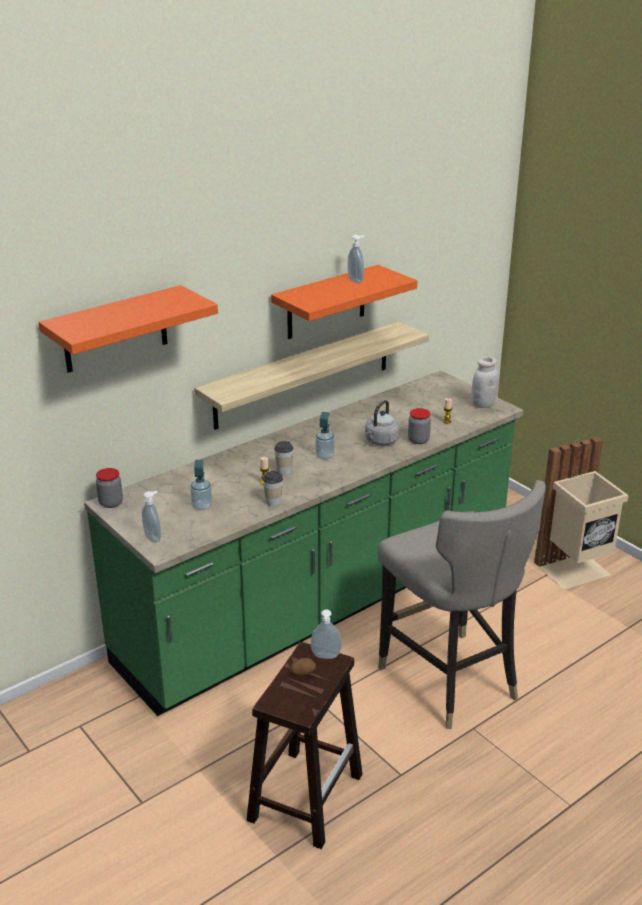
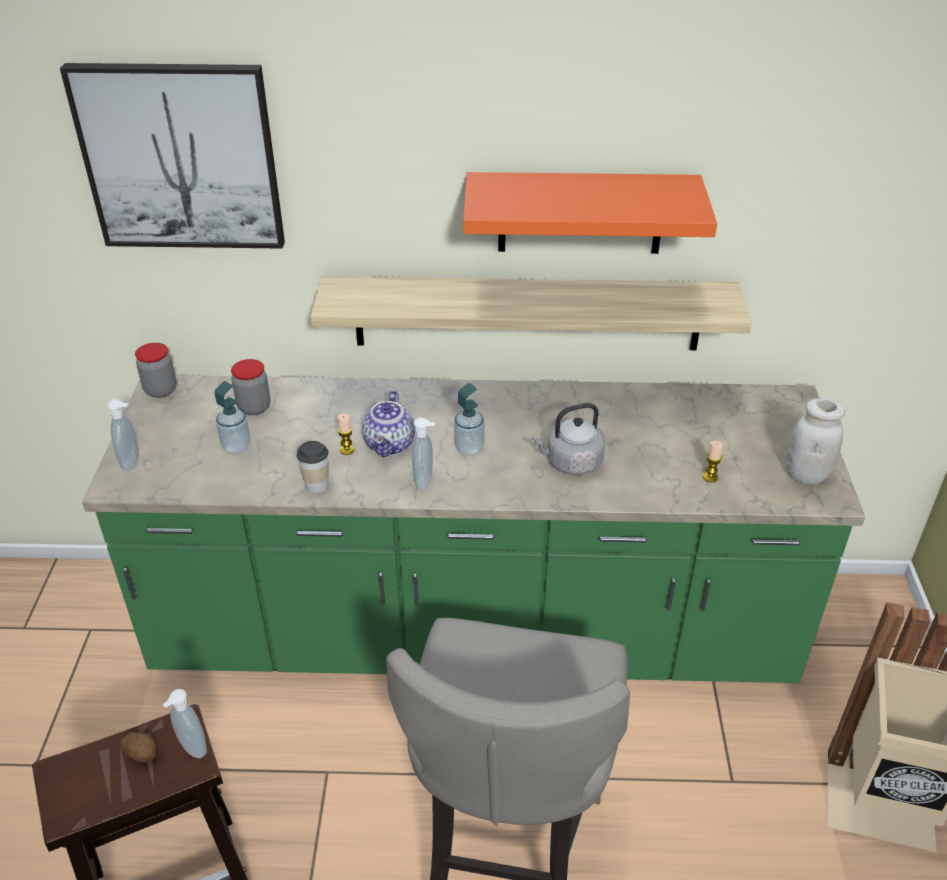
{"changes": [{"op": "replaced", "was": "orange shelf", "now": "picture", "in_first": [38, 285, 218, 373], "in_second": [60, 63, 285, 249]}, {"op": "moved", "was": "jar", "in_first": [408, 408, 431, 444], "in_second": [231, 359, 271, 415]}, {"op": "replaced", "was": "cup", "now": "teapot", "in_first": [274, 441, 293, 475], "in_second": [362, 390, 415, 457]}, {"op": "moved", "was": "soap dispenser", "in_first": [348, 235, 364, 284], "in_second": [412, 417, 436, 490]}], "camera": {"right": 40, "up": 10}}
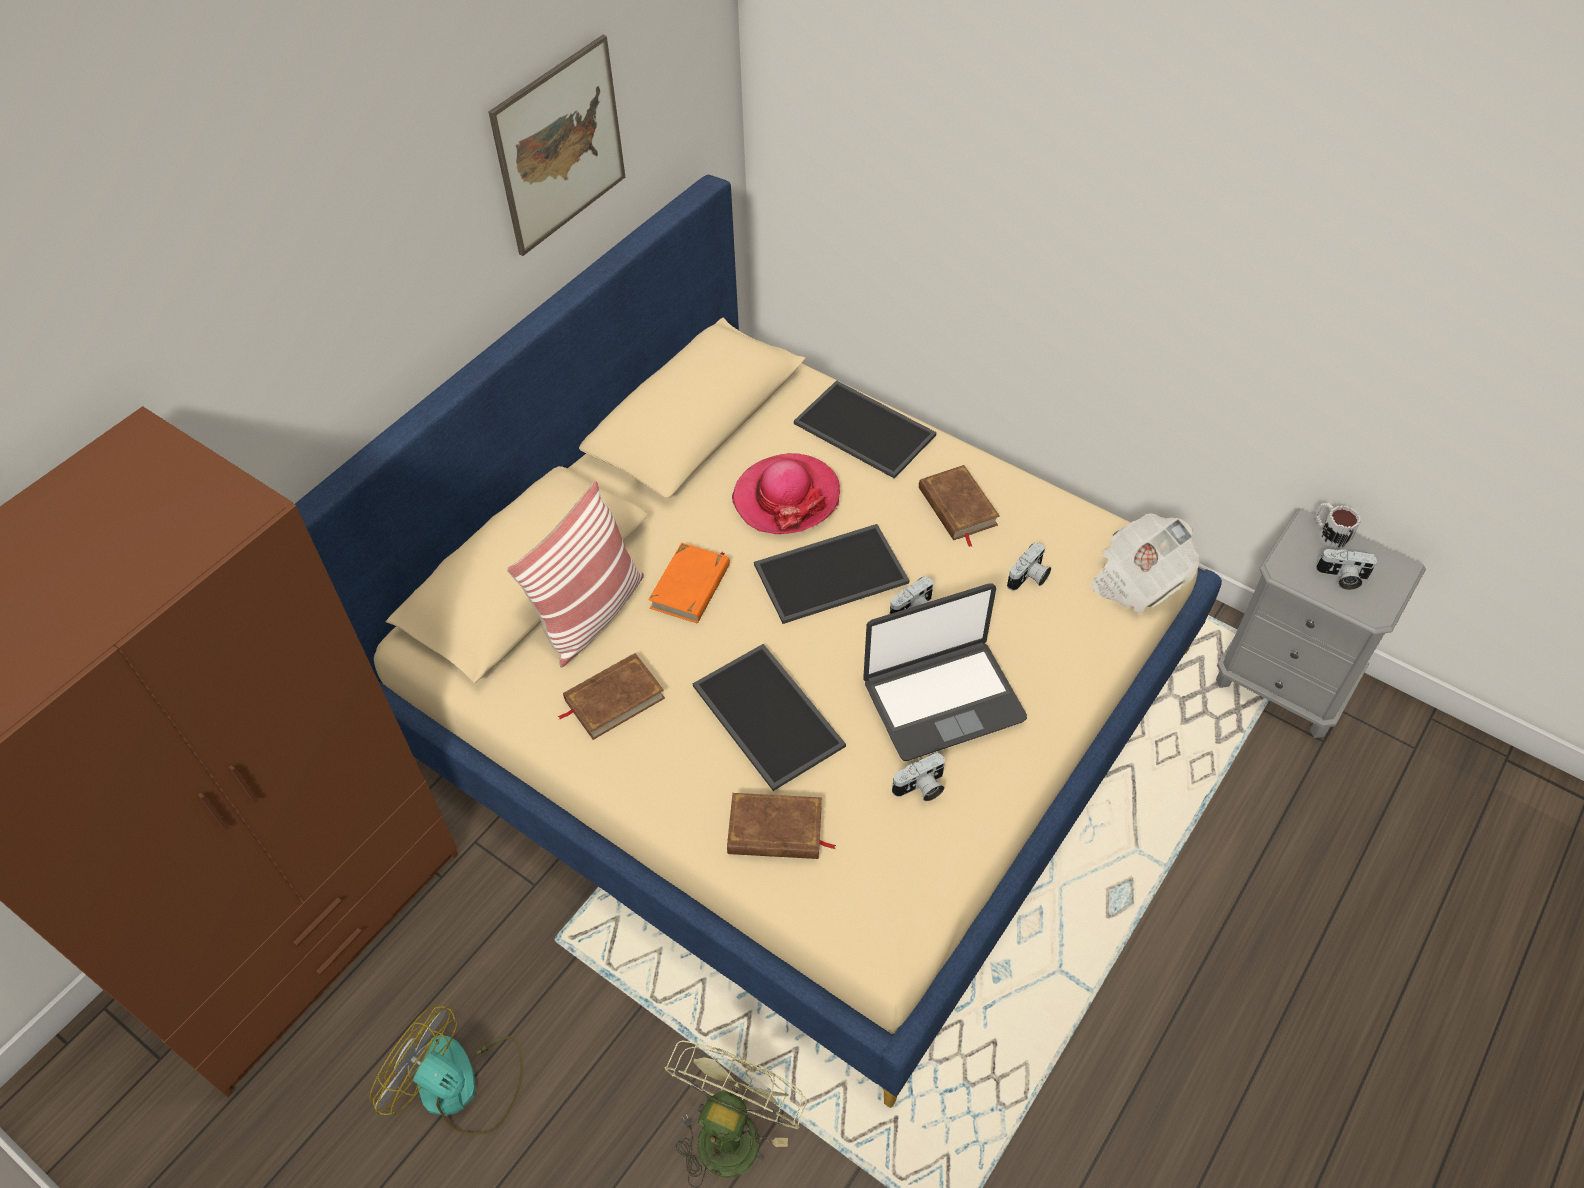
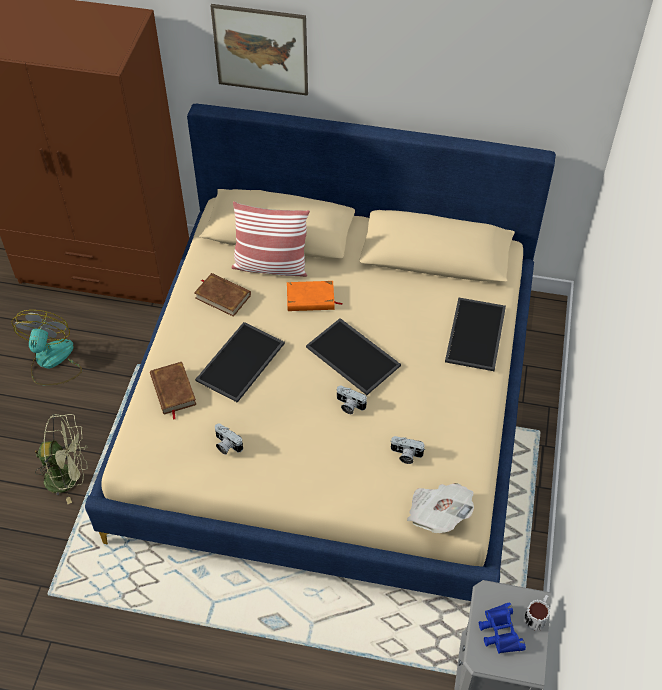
{"changes": [{"op": "moved", "was": "picture", "in_first": [488, 35, 625, 256], "in_second": [210, 4, 308, 96]}, {"op": "replaced", "was": "photo camera", "now": "blue binoculars", "in_first": [1316, 549, 1377, 590], "in_second": [479, 603, 526, 653]}, {"op": "removed", "was": "hat", "in_first": [732, 453, 840, 534]}, {"op": "removed", "was": "laptop", "in_first": [864, 583, 1027, 761]}, {"op": "removed", "was": "brown book", "in_first": [919, 465, 1000, 547]}], "camera": {"right": 65, "up": 0}}
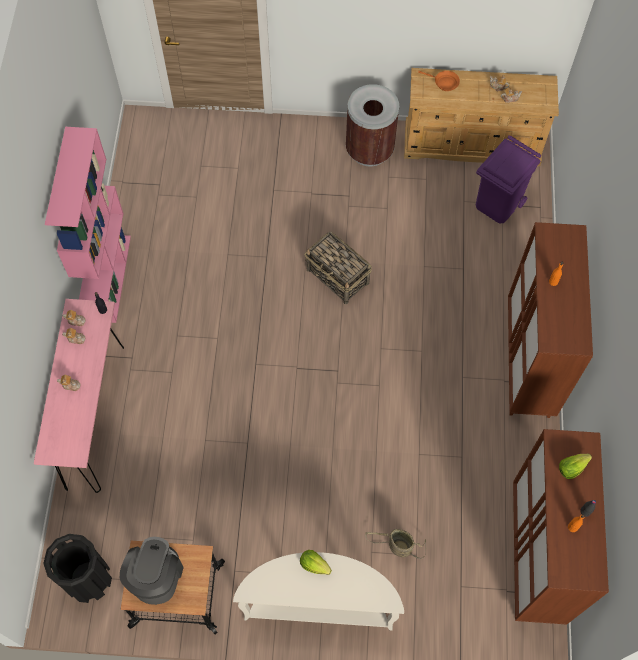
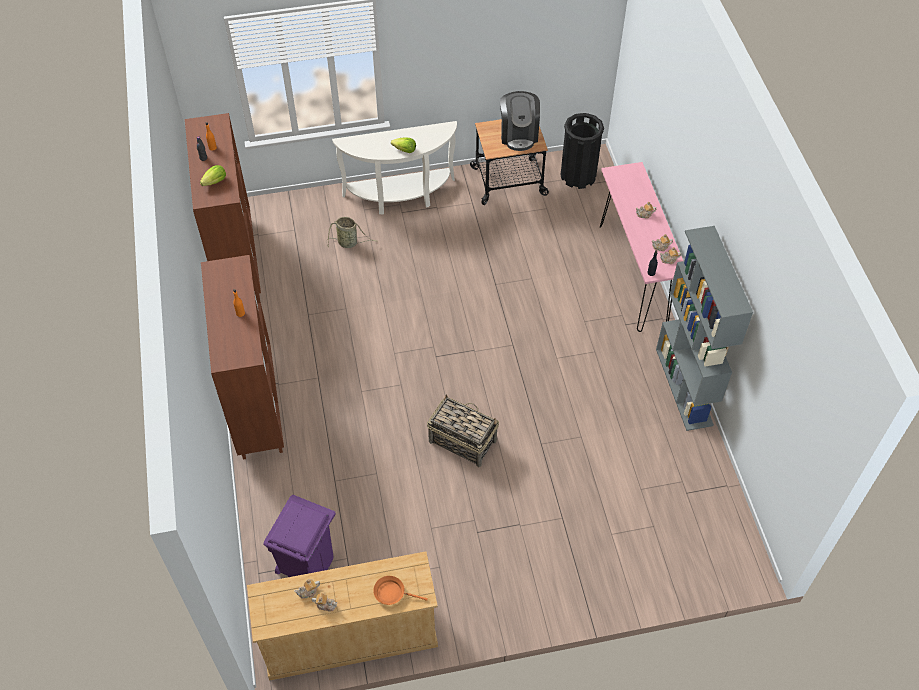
{"changes": [{"op": "recoloured", "was": "pink bookcase", "now": "grey bookcase", "in_first": [45, 127, 131, 323], "in_second": [656, 226, 753, 431]}, {"op": "removed", "was": "brown trash can", "in_first": [346, 84, 399, 166]}], "camera": {"right": 165, "up": -10}}
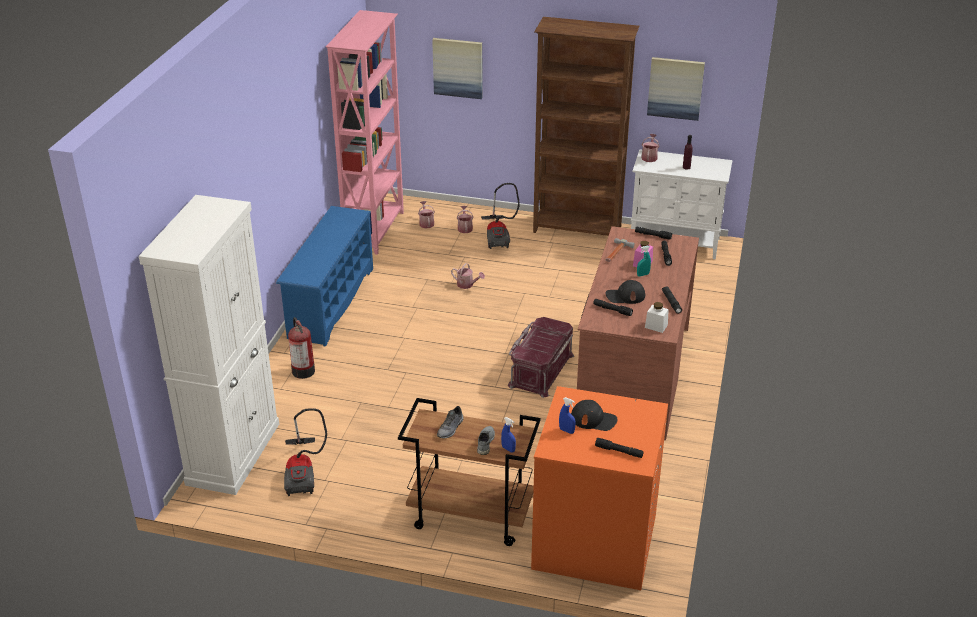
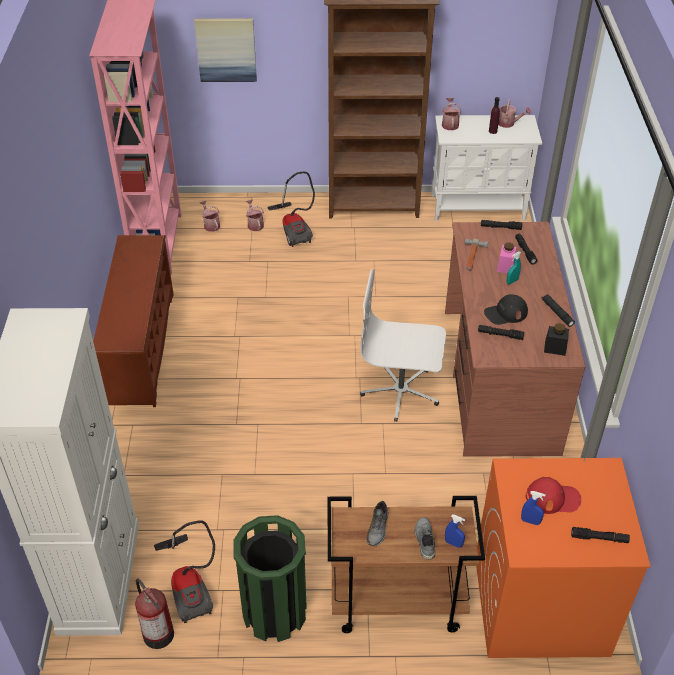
{"changes": [{"op": "recoloured", "was": "blue shoe rack", "now": "brown shoe rack", "in_first": [276, 206, 373, 347], "in_second": [93, 235, 174, 407]}, {"op": "moved", "was": "fire extinguisher", "in_first": [288, 317, 315, 379], "in_second": [135, 579, 174, 649]}, {"op": "added", "now": "green trash can", "in_second": [233, 515, 307, 642]}, {"op": "replaced", "was": "red storage box", "now": "white office chair", "in_first": [508, 317, 574, 398], "in_second": [360, 269, 446, 422]}, {"op": "moved", "was": "watering can", "in_first": [451, 263, 485, 289], "in_second": [490, 100, 531, 128]}, {"op": "recoloured", "was": "black cap", "now": "red cap", "in_first": [571, 400, 618, 431], "in_second": [526, 477, 581, 514]}, {"op": "recoloured", "was": "white jar", "now": "black jar", "in_first": [645, 302, 669, 333], "in_second": [544, 323, 569, 356]}, {"op": "removed", "was": "picture", "in_first": [647, 57, 705, 121]}], "camera": {"right": -15, "up": 10}}
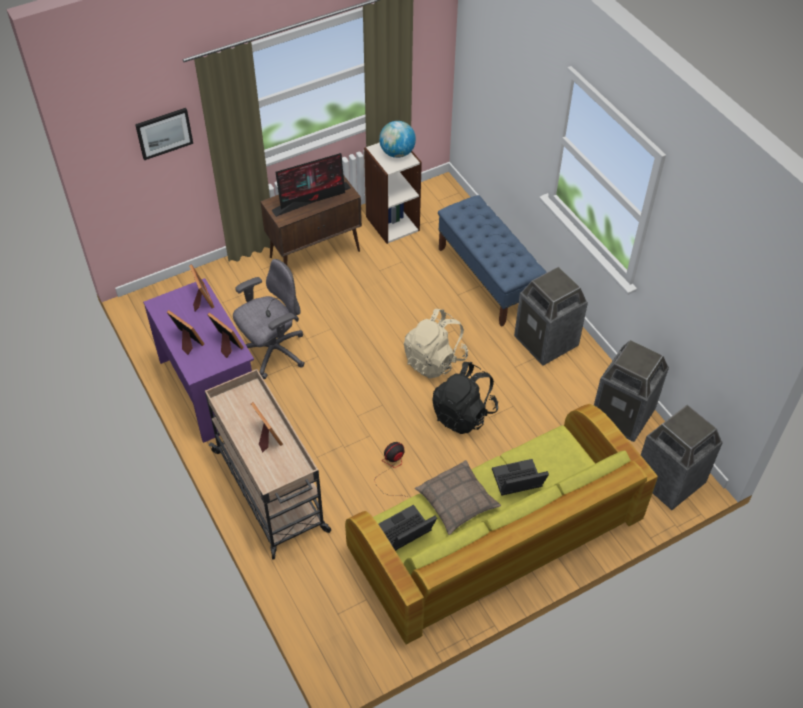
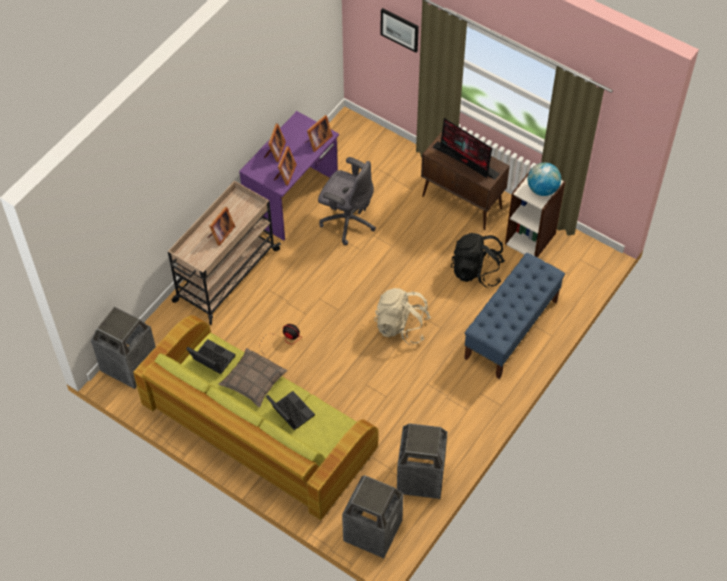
{"changes": [{"op": "moved", "was": "trash can", "in_first": [514, 267, 588, 366], "in_second": [91, 306, 156, 389]}, {"op": "moved", "was": "black backpack", "in_first": [432, 362, 498, 434], "in_second": [451, 233, 505, 288]}], "camera": {"right": 65, "up": 5}}
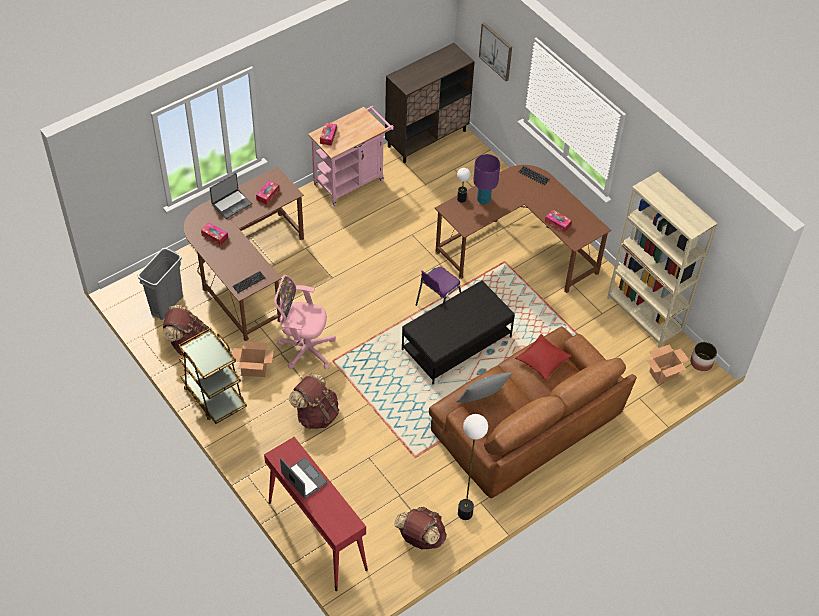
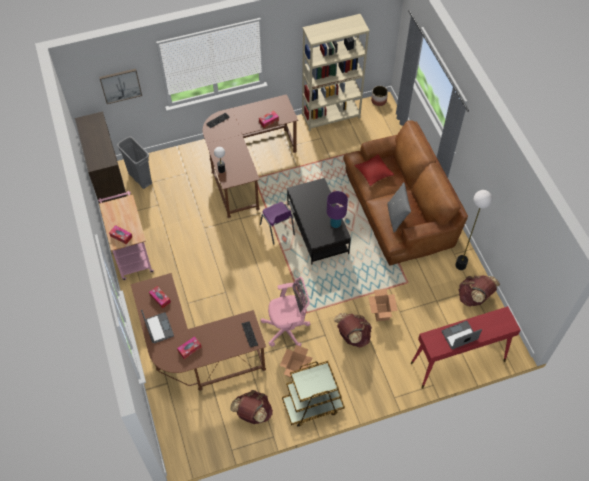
{"changes": [{"op": "moved", "was": "grey trash can", "in_first": [138, 248, 183, 320], "in_second": [117, 136, 152, 189]}, {"op": "turned", "was": "pink office chair", "in_first": [274, 275, 336, 370], "in_second": [261, 277, 310, 347], "clockwise": -135}, {"op": "moved", "was": "purple table lamp", "in_first": [473, 154, 500, 204], "in_second": [327, 191, 348, 228]}, {"op": "moved", "was": "cardboard box", "in_first": [647, 345, 689, 384], "in_second": [369, 289, 398, 321]}], "camera": {"right": -70, "up": 5}}
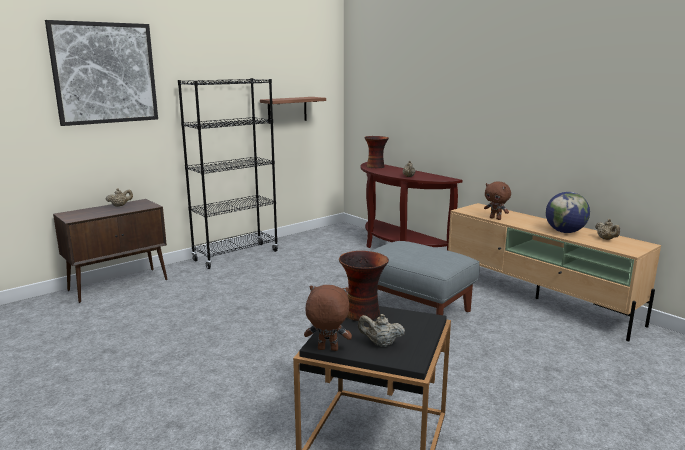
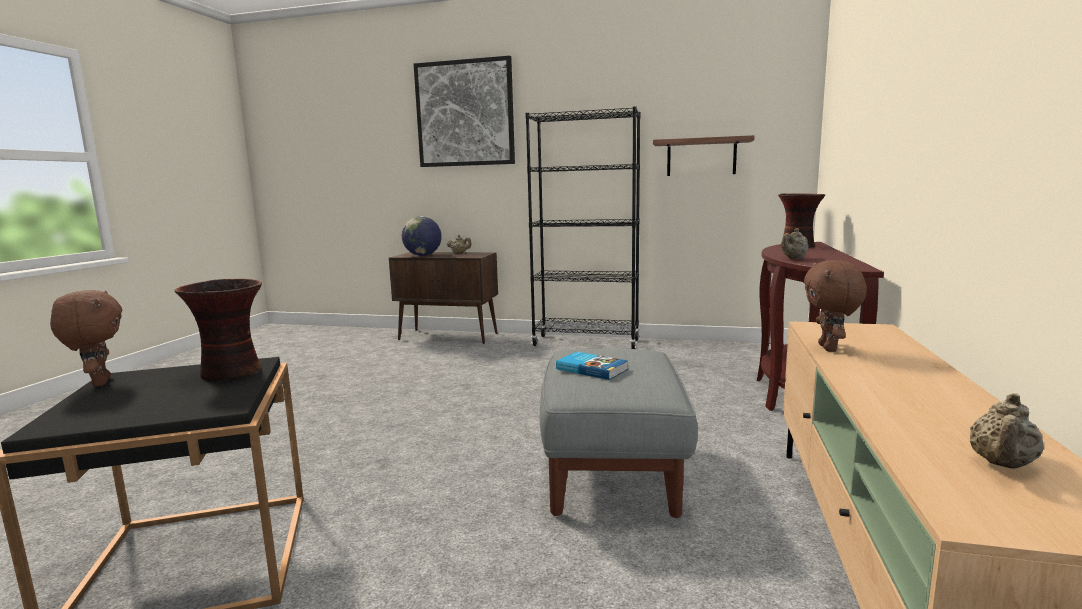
{"changes": [{"op": "moved", "was": "globe", "in_first": [546, 192, 590, 233], "in_second": [402, 216, 442, 256]}, {"op": "added", "now": "book", "in_second": [556, 351, 628, 380]}, {"op": "removed", "was": "beige teapot", "in_first": [358, 314, 405, 347]}], "camera": {"right": 55, "up": -5}}
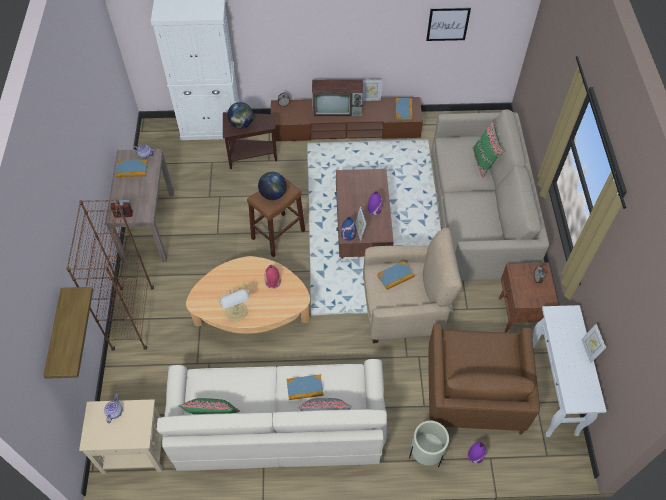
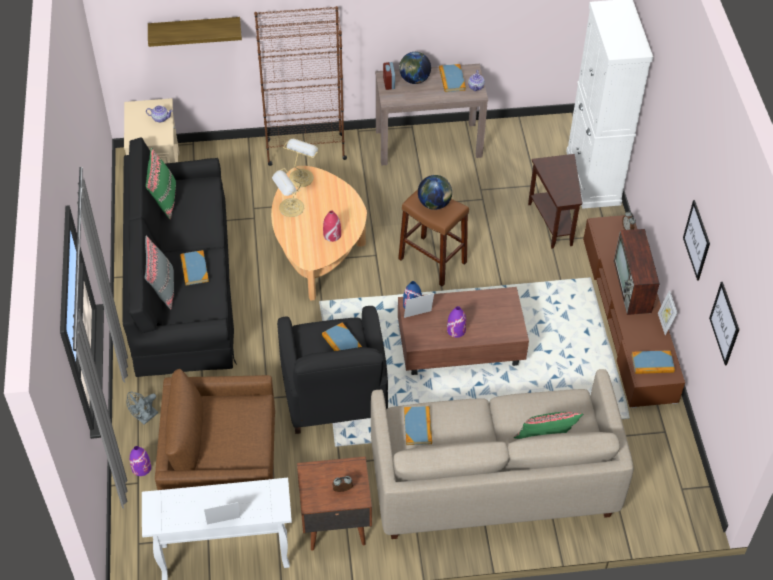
{"changes": [{"op": "recoloured", "was": "beige sofa", "now": "black sofa", "in_first": [157, 359, 387, 471], "in_second": [123, 137, 237, 377]}, {"op": "replaced", "was": "beige planter", "now": "grey fan", "in_first": [409, 421, 449, 467], "in_second": [126, 392, 158, 425]}, {"op": "recoloured", "was": "beige armchair", "now": "black armchair", "in_first": [363, 228, 462, 343], "in_second": [277, 306, 388, 434]}, {"op": "added", "now": "table lamp", "in_second": [283, 139, 318, 187]}, {"op": "moved", "was": "globe", "in_first": [227, 102, 253, 128], "in_second": [399, 52, 431, 84]}, {"op": "added", "now": "book", "in_second": [404, 406, 432, 445]}, {"op": "added", "now": "picture", "in_second": [683, 200, 710, 281]}], "camera": {"right": 85, "up": -5}}
